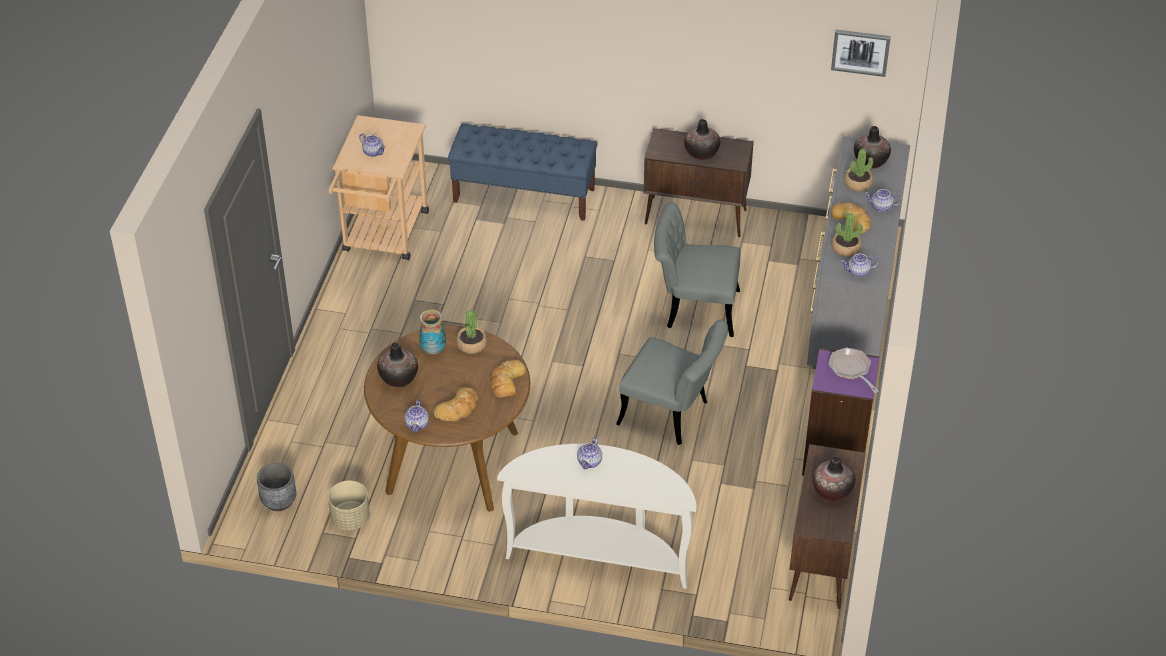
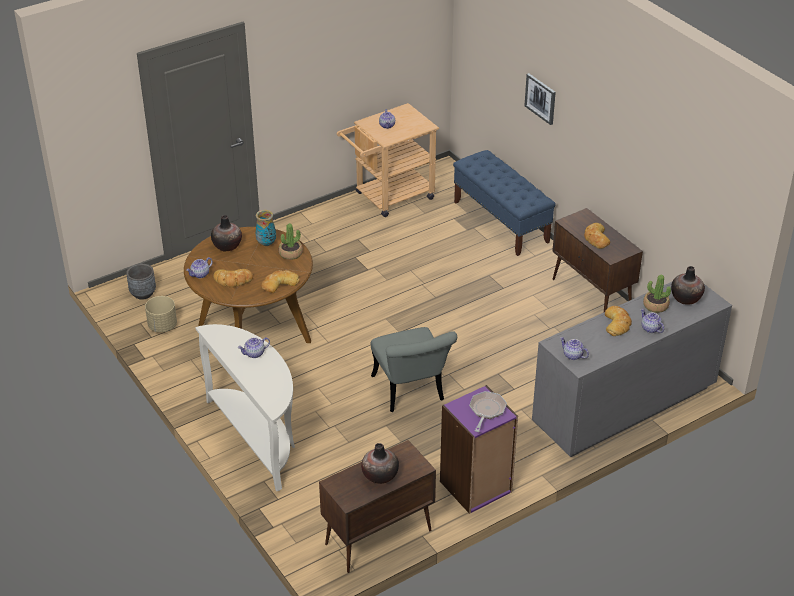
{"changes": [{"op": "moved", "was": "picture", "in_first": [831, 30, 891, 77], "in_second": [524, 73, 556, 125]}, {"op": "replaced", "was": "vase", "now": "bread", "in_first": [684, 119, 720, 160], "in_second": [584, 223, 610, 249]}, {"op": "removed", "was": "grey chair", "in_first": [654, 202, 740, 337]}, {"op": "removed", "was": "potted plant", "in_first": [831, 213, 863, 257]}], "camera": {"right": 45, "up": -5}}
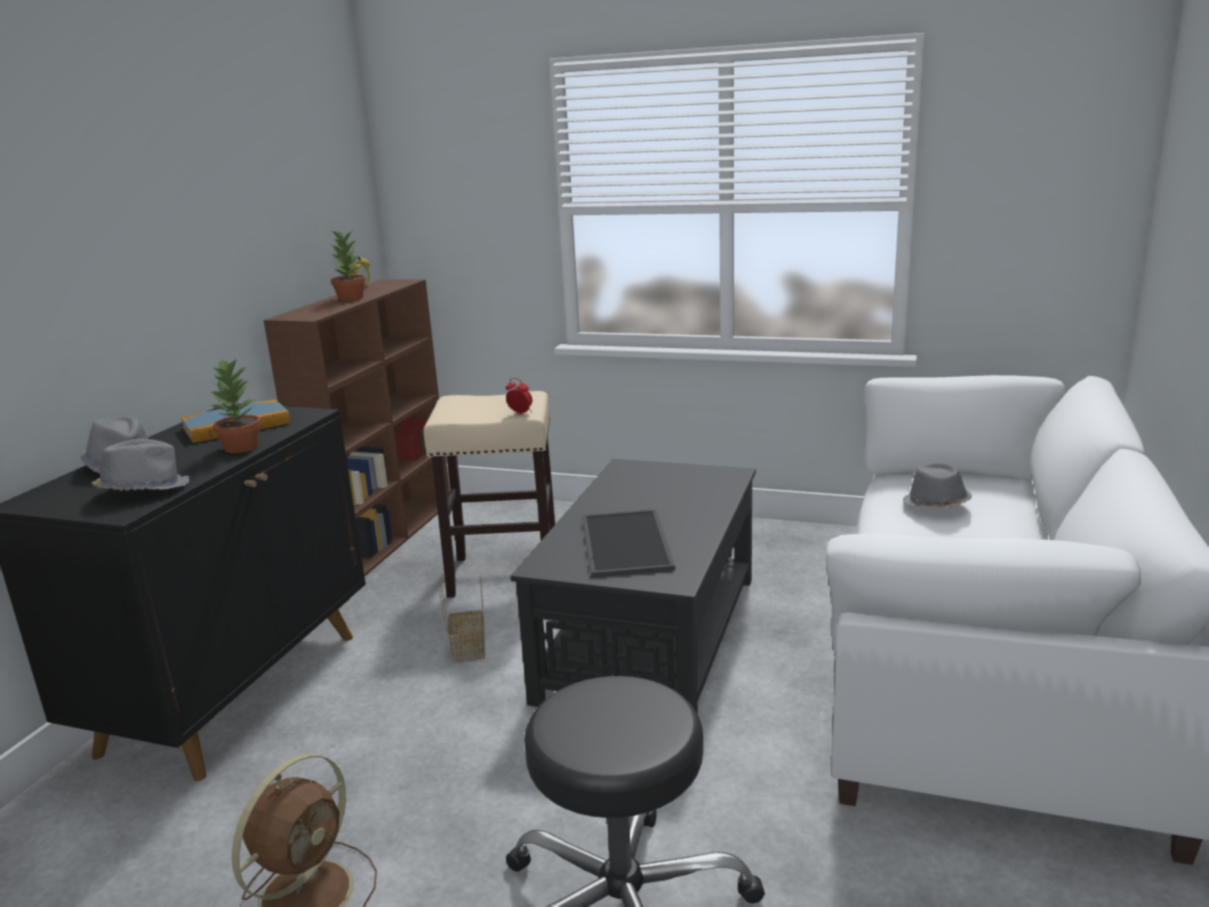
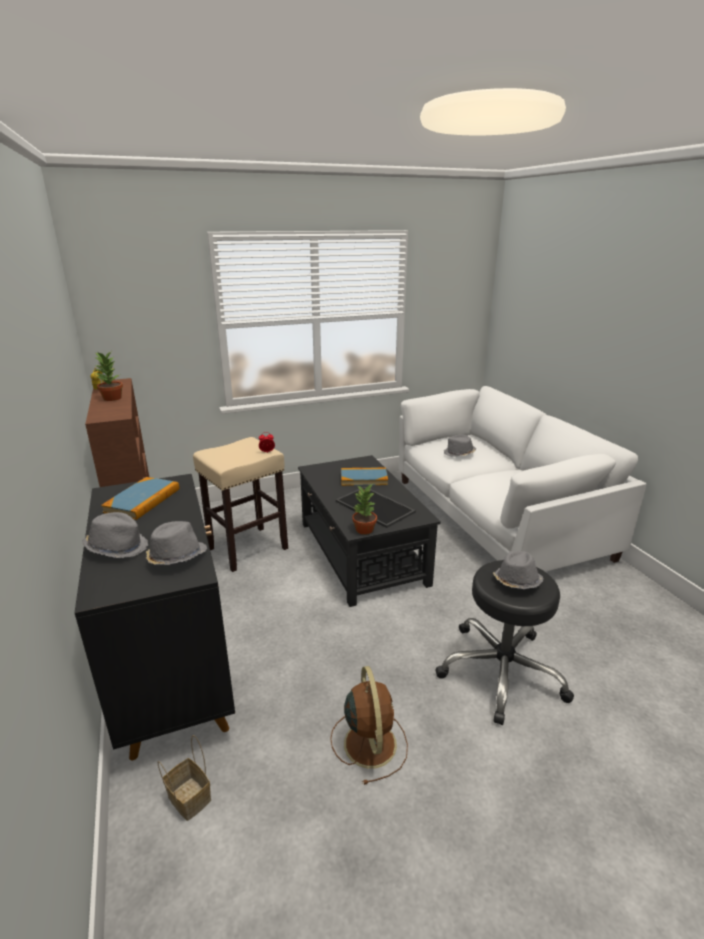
{"changes": [{"op": "moved", "was": "basket", "in_first": [438, 575, 485, 663], "in_second": [158, 735, 211, 821]}, {"op": "added", "now": "book", "in_second": [341, 467, 388, 486]}, {"op": "moved", "was": "potted plant", "in_first": [207, 359, 261, 453], "in_second": [352, 485, 377, 535]}, {"op": "added", "now": "grey hat", "in_second": [493, 551, 543, 589]}], "camera": {"right": -40, "up": 5}}
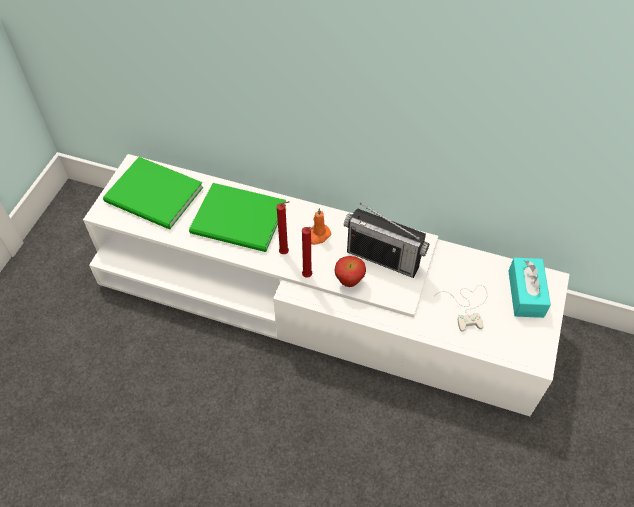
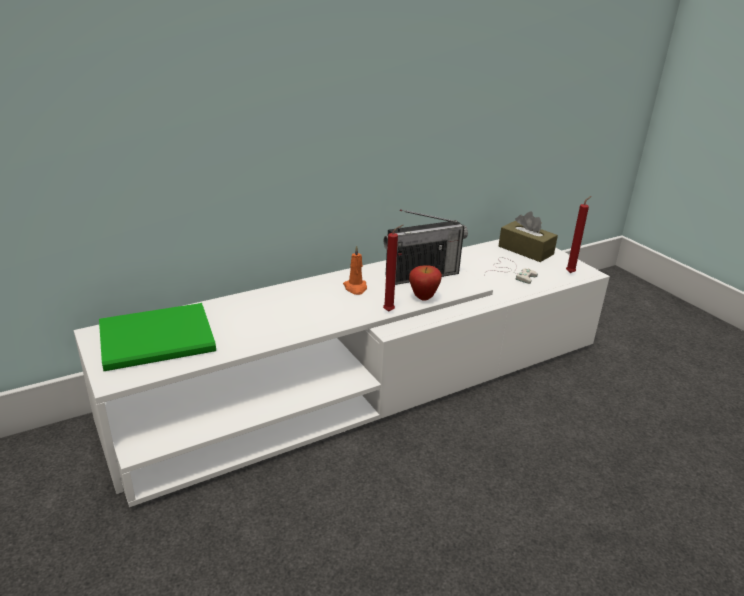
{"changes": [{"op": "recoloured", "was": "turquoise tissue box", "now": "brown tissue box", "in_first": [508, 257, 551, 318], "in_second": [499, 212, 558, 262]}, {"op": "moved", "was": "red candle", "in_first": [277, 201, 290, 254], "in_second": [566, 196, 591, 273]}, {"op": "removed", "was": "green book", "in_first": [189, 183, 286, 252]}], "camera": {"right": -50, "up": -25}}
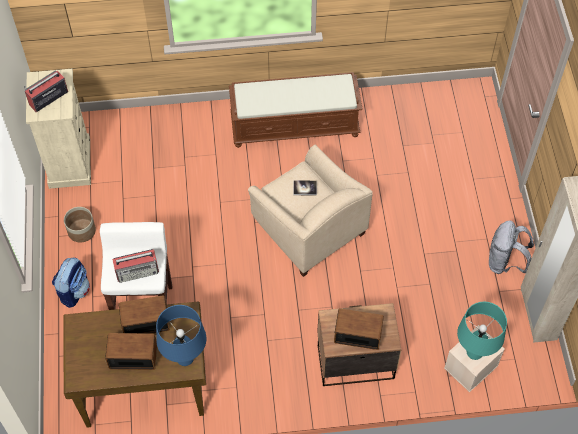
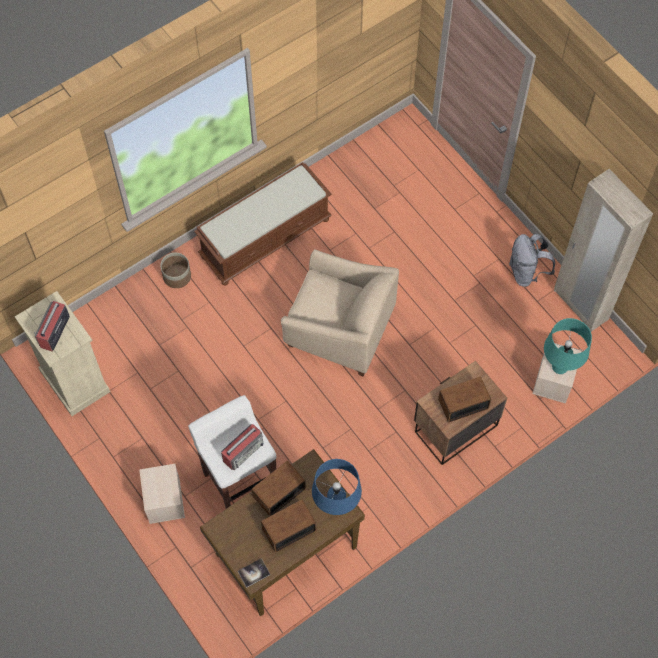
{"changes": [{"op": "replaced", "was": "backpack", "now": "beige storage box", "in_first": [52, 257, 90, 308], "in_second": [139, 464, 185, 524]}, {"op": "moved", "was": "planter", "in_first": [64, 207, 96, 243], "in_second": [160, 253, 191, 288]}, {"op": "moved", "was": "book", "in_first": [293, 180, 317, 196], "in_second": [238, 558, 270, 588]}], "camera": {"right": -30, "up": 5}}
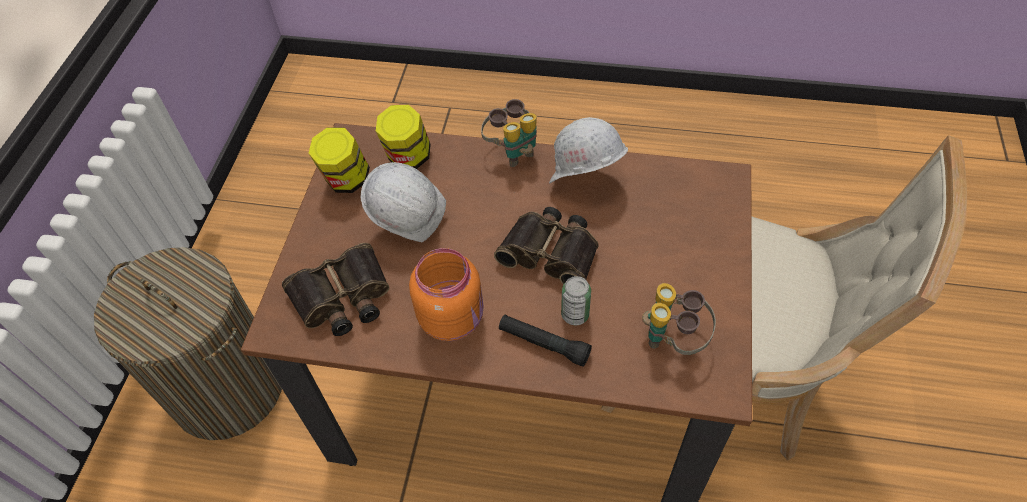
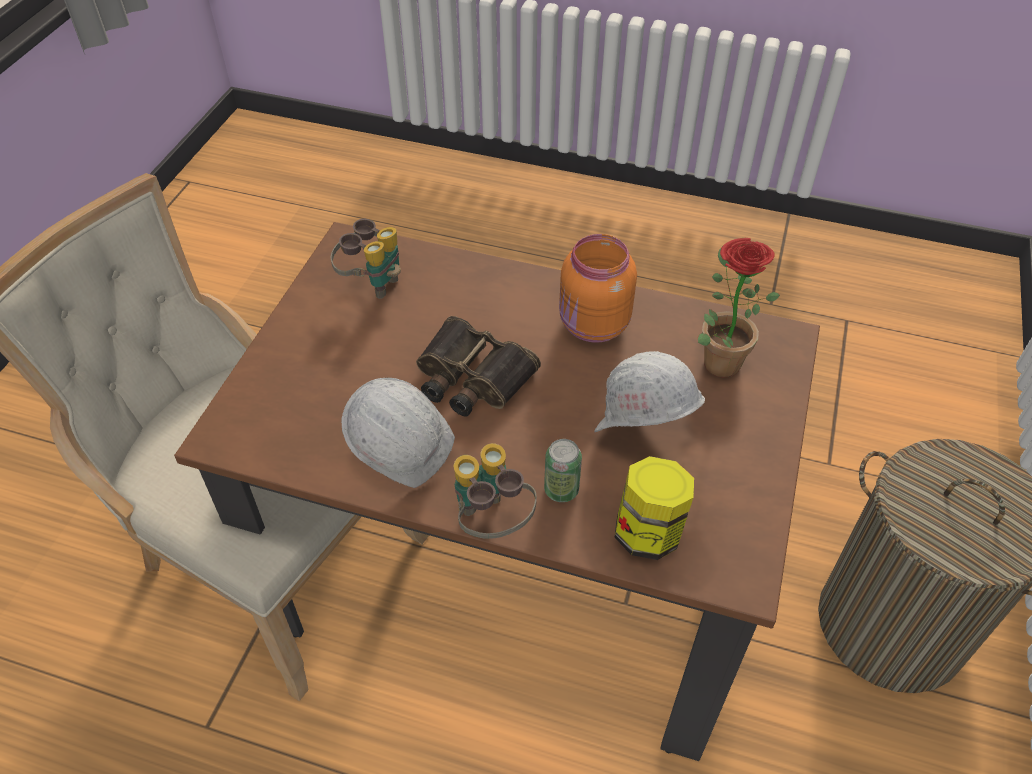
{"changes": [{"op": "moved", "was": "can", "in_first": [561, 276, 591, 325], "in_second": [544, 439, 582, 502]}, {"op": "replaced", "was": "binoculars", "now": "potted plant", "in_first": [282, 243, 390, 336], "in_second": [698, 238, 780, 378]}, {"op": "removed", "was": "jar", "in_first": [309, 127, 370, 193]}, {"op": "removed", "was": "black flashlight", "in_first": [499, 315, 592, 367]}], "camera": {"right": -175, "up": -5}}
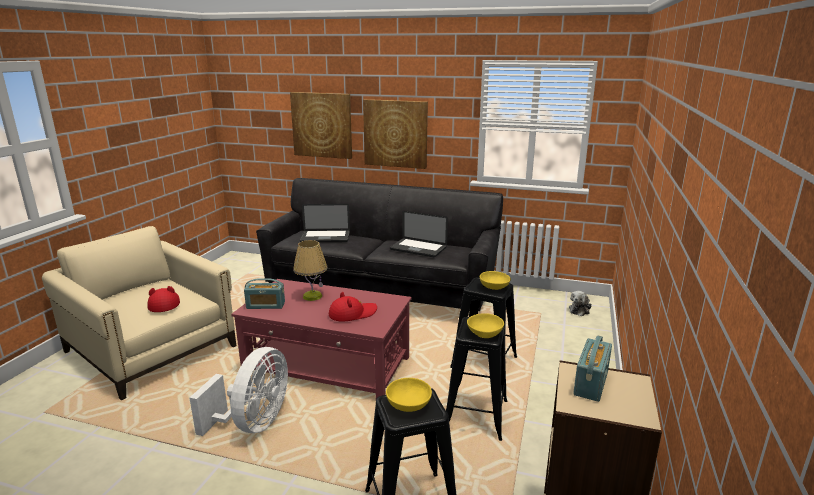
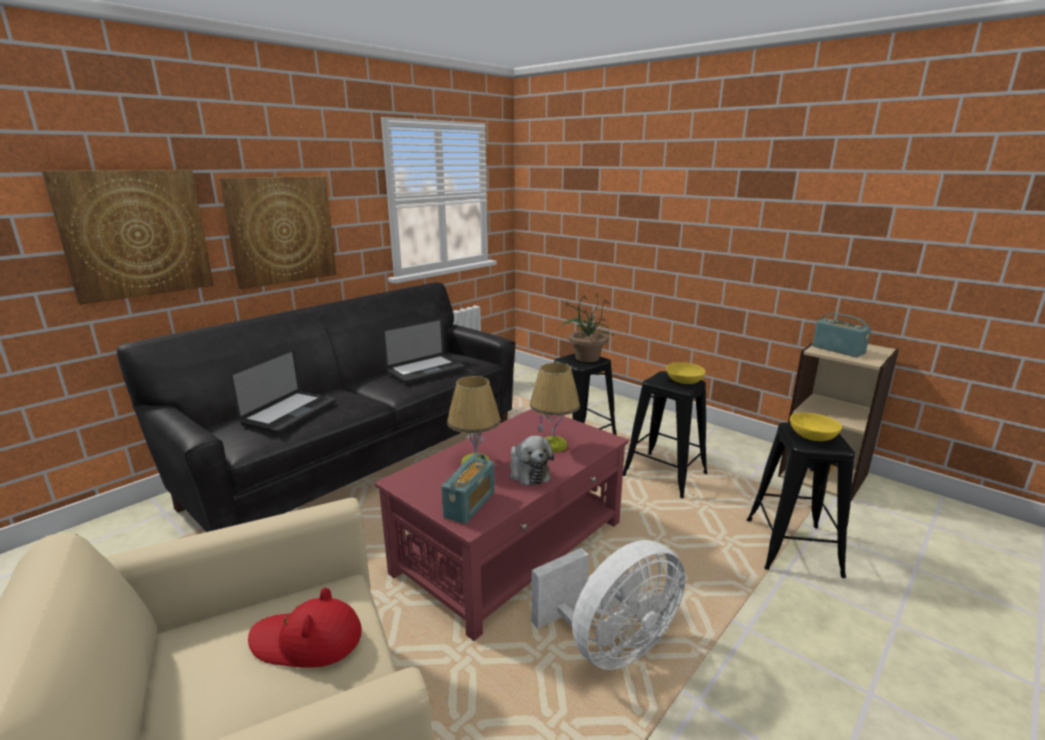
{"changes": [{"op": "moved", "was": "plush toy", "in_first": [569, 291, 592, 316], "in_second": [510, 436, 554, 486]}, {"op": "replaced", "was": "red hat", "now": "table lamp", "in_first": [329, 292, 377, 322], "in_second": [530, 363, 580, 452]}, {"op": "turned", "was": "white fan", "in_first": [189, 347, 288, 436], "in_second": [531, 540, 685, 670], "clockwise": 105}, {"op": "replaced", "was": "yellow bowl", "now": "potted plant", "in_first": [480, 271, 511, 290], "in_second": [561, 293, 614, 362]}], "camera": {"right": -65, "up": 0}}
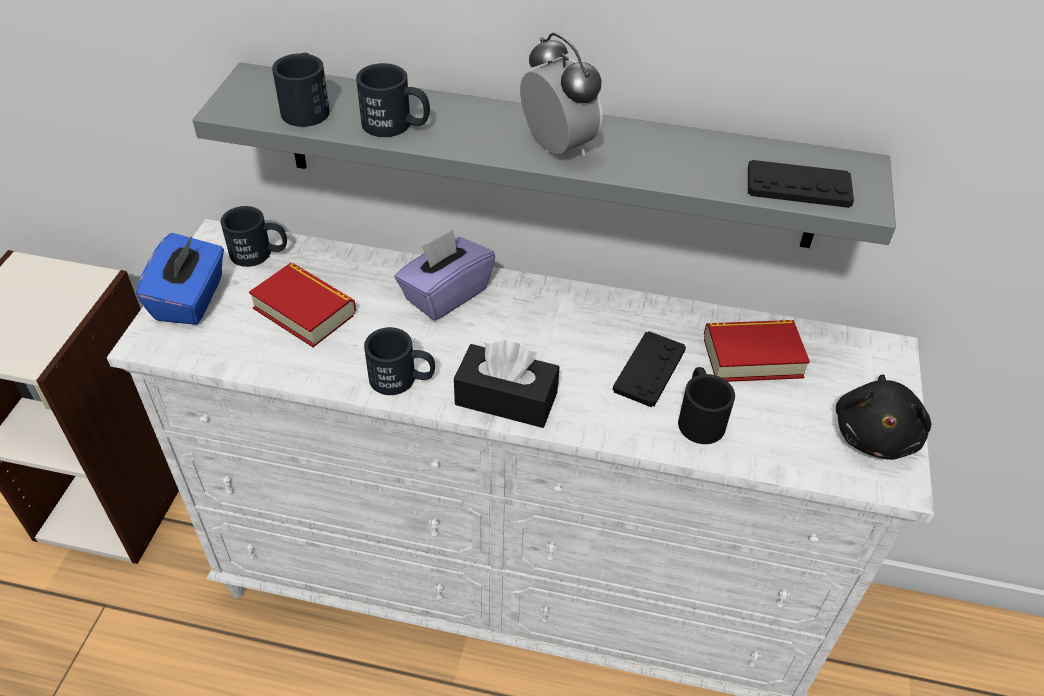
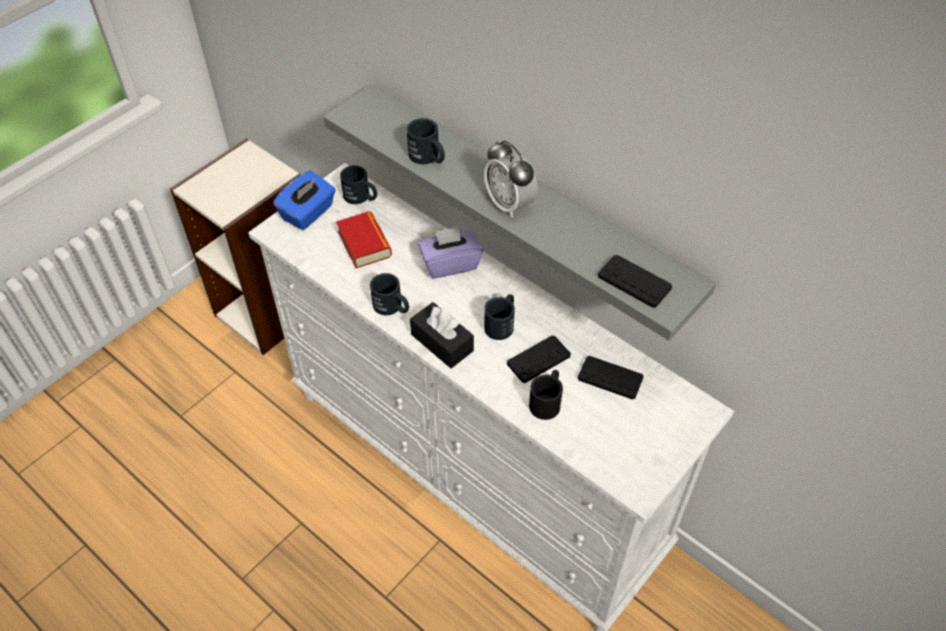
{"changes": [{"op": "turned", "was": "alarm clock", "in_first": [520, 33, 603, 156], "in_second": [484, 141, 538, 218], "clockwise": 150}, {"op": "moved", "was": "black mug", "in_first": [272, 53, 330, 127], "in_second": [484, 294, 515, 340]}, {"op": "replaced", "was": "book", "now": "black game controller", "in_first": [704, 320, 810, 382], "in_second": [577, 356, 644, 400]}, {"op": "removed", "was": "black plush toy", "in_first": [836, 374, 932, 460]}], "camera": {"right": 30, "up": 5}}
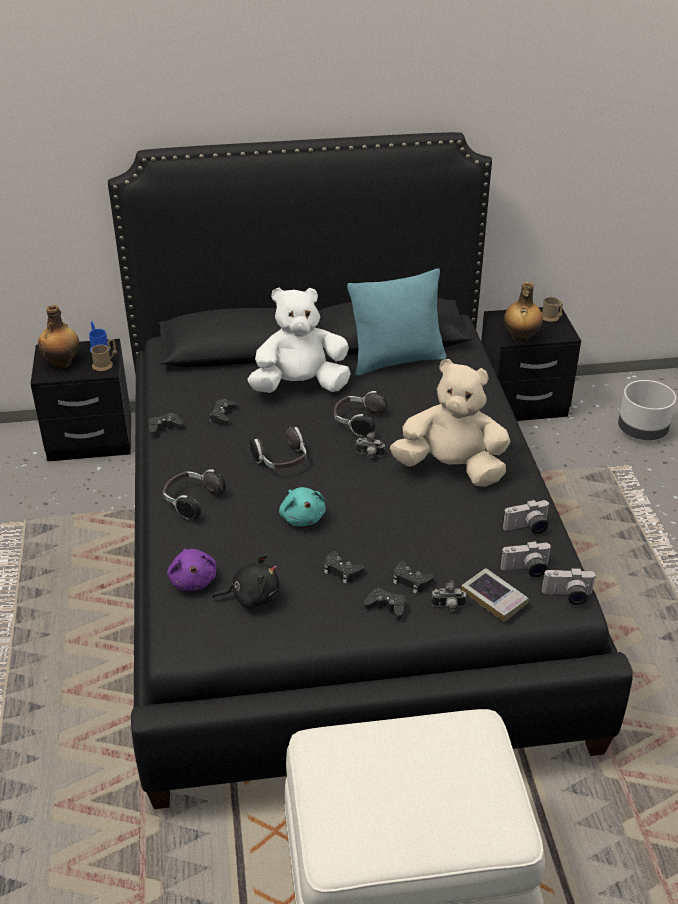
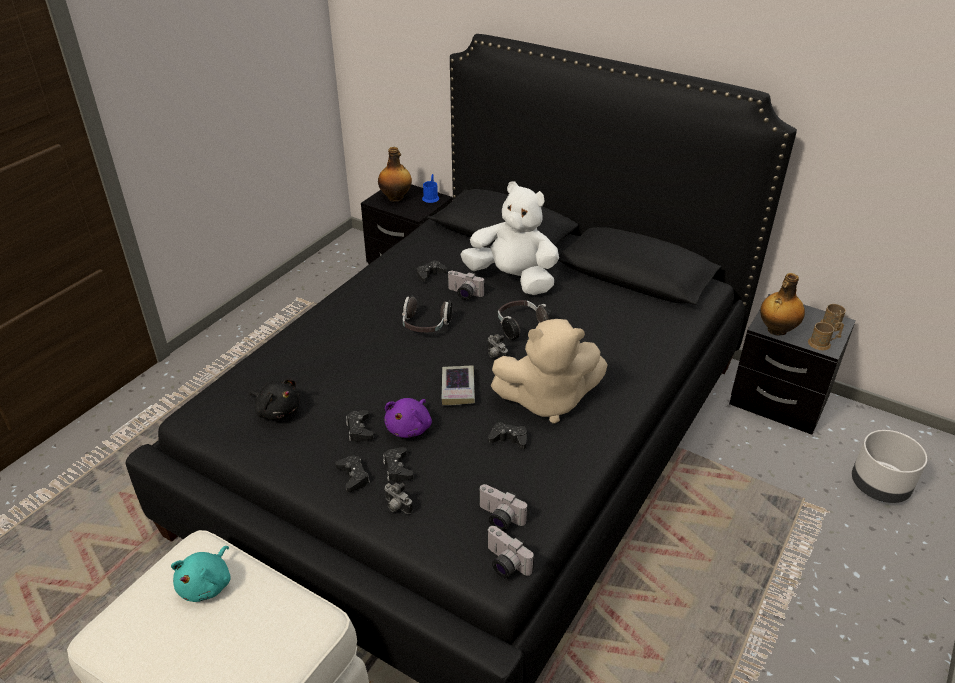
{"changes": [{"op": "moved", "was": "turquoise plush toy", "in_first": [279, 487, 326, 526], "in_second": [171, 546, 231, 602]}, {"op": "moved", "was": "purple plush toy", "in_first": [167, 549, 217, 591], "in_second": [384, 398, 432, 438]}, {"op": "moved", "was": "book", "in_first": [461, 568, 529, 622], "in_second": [441, 365, 475, 405]}, {"op": "moved", "was": "photo camera", "in_first": [502, 499, 550, 534], "in_second": [447, 271, 484, 300]}, {"op": "moved", "was": "black game controller", "in_first": [148, 412, 183, 436], "in_second": [488, 422, 527, 449]}, {"op": "turned", "was": "beige plush toy", "in_first": [390, 359, 510, 487], "in_second": [491, 319, 608, 424], "clockwise": 120}, {"op": "moved", "was": "brown mug", "in_first": [91, 339, 117, 371], "in_second": [808, 322, 844, 350]}, {"op": "removed", "was": "headphones", "in_first": [163, 469, 226, 519]}, {"op": "removed", "was": "turquoise pillow", "in_first": [347, 268, 447, 376]}], "camera": {"right": 40, "up": 0}}
